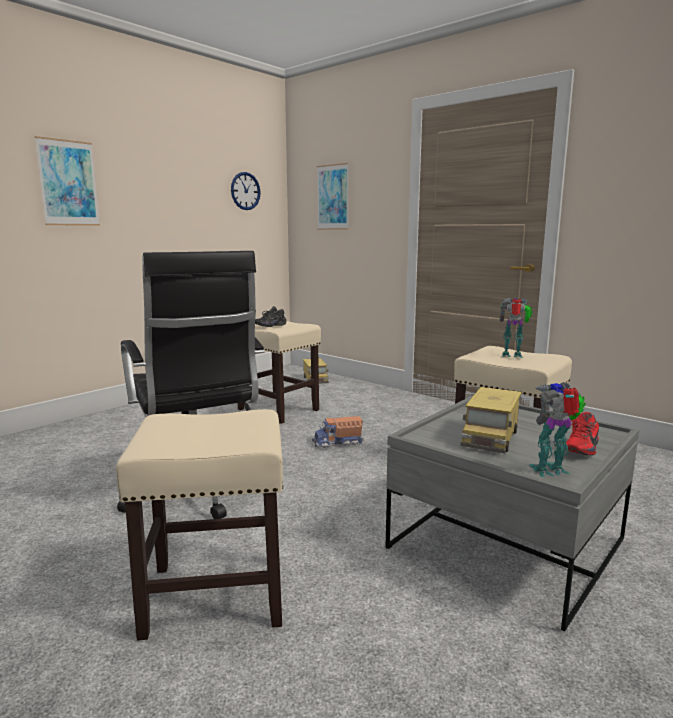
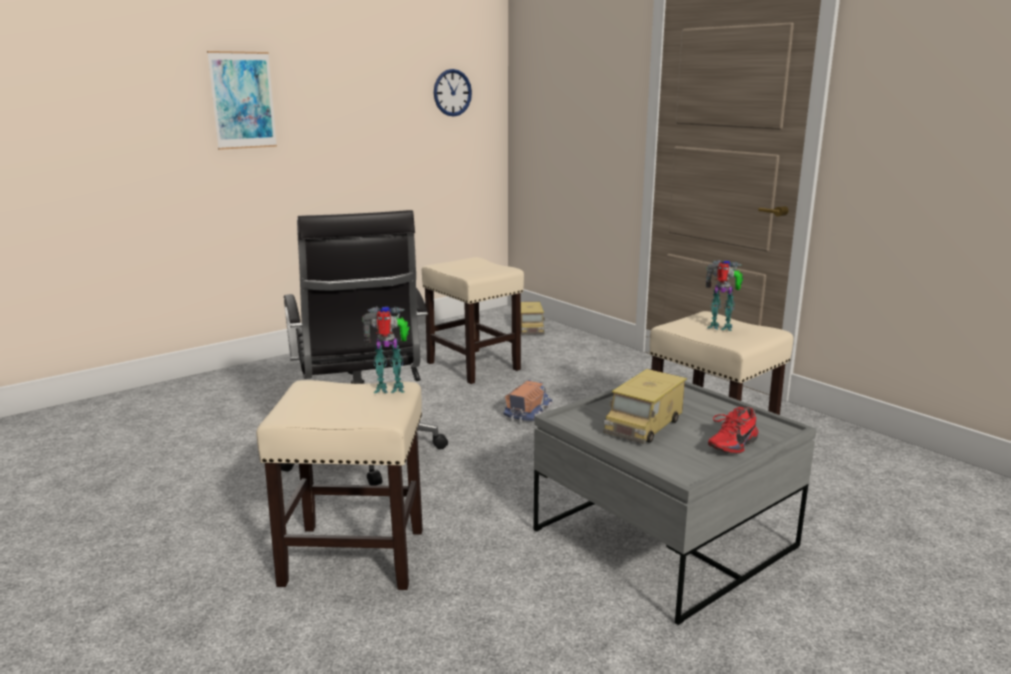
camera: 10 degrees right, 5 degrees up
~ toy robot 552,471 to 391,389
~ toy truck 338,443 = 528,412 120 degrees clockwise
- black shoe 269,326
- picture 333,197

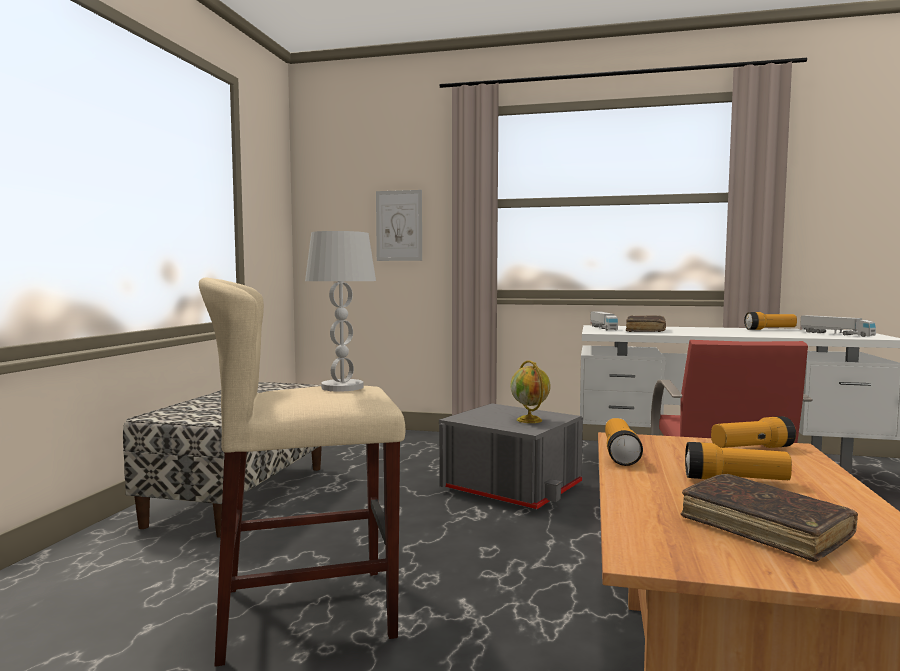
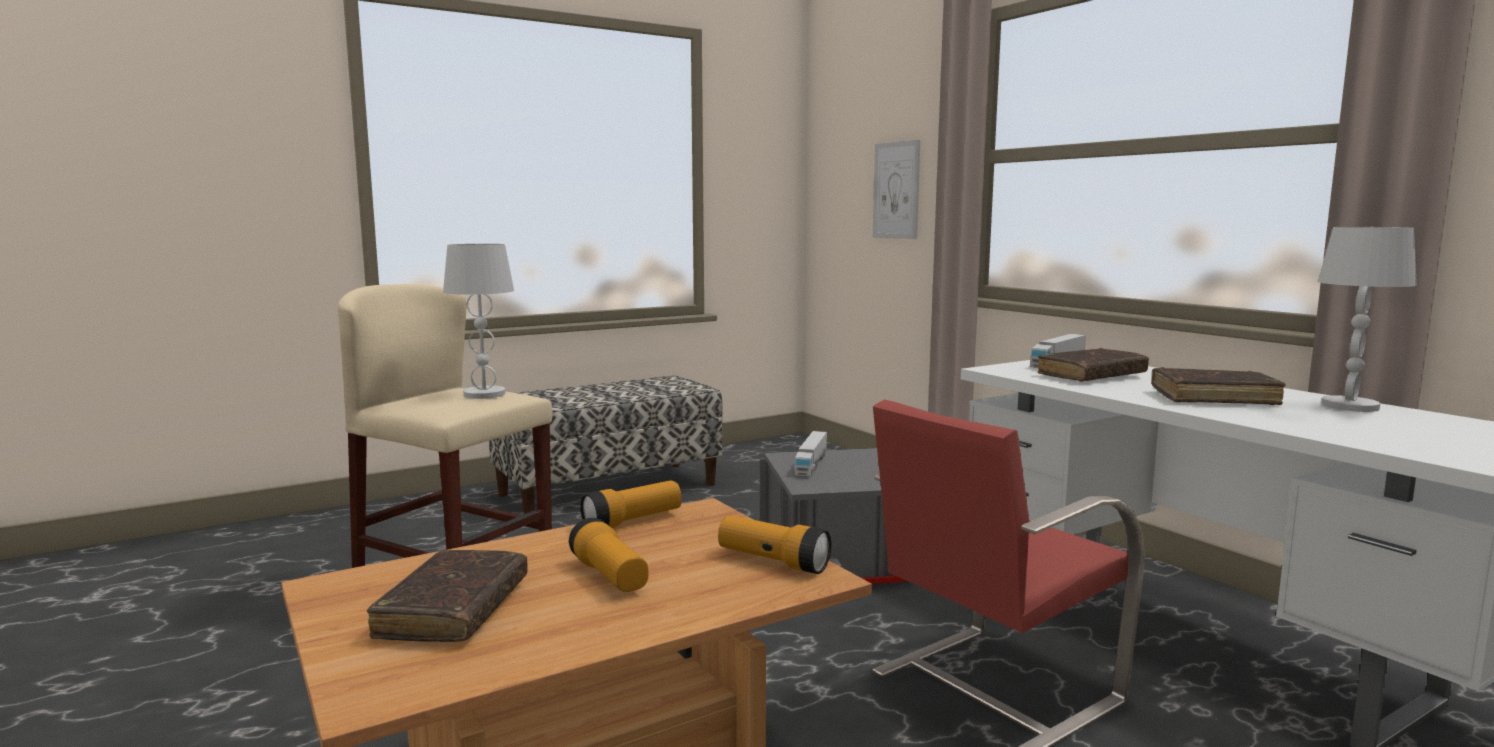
camera: 45 degrees right, 5 degrees up
~ toy truck 835,334 to 811,464
+ brown book 1213,398
~ flashlight 770,329 to white table lamp 1350,406
- globe 530,420

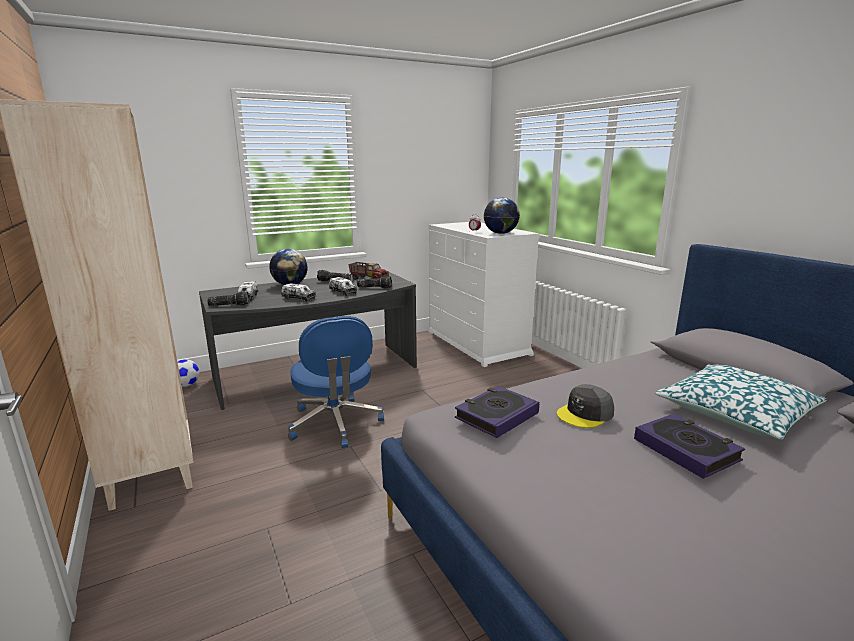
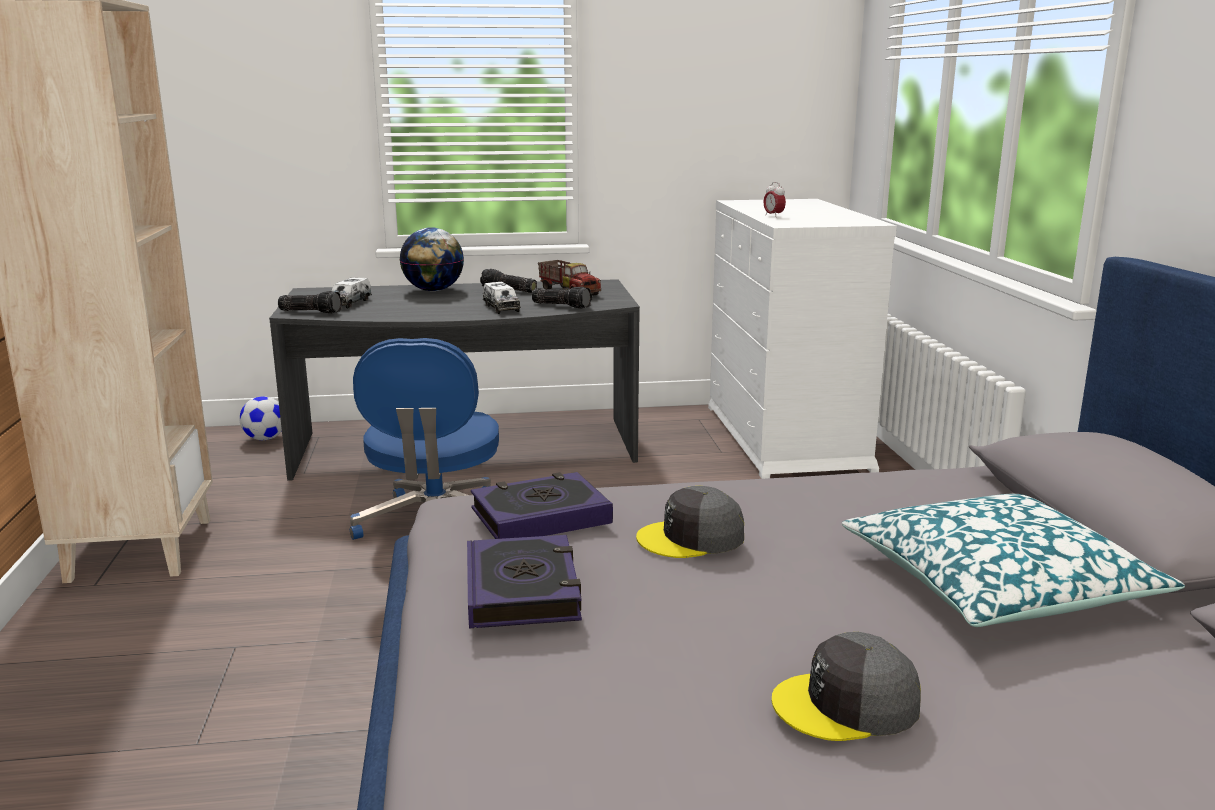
camera: 20 degrees right, 0 degrees up
~ book 686,450 to 522,591
+ grey cap 847,705
- toy truck 299,298
- globe 501,233

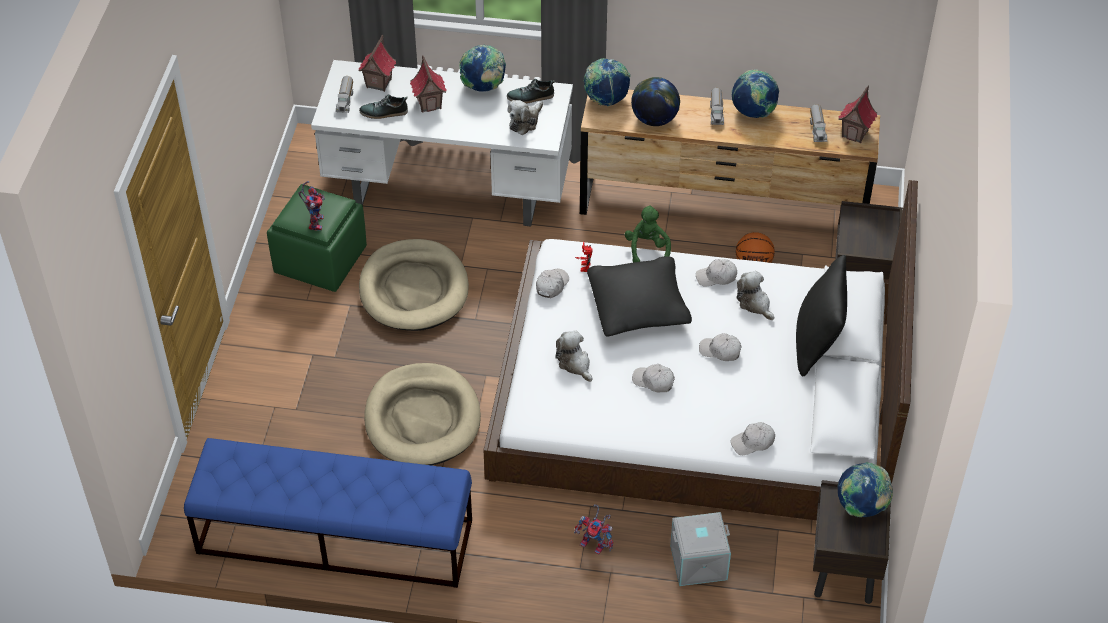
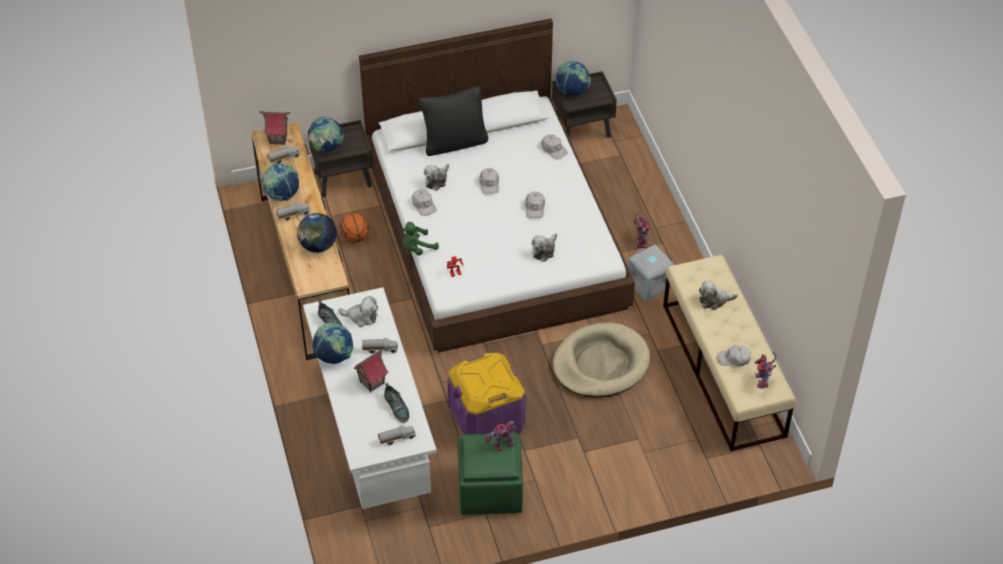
camera: 115 degrees left, 0 degrees up
~ globe 606,100 to 326,148
+ toy truck 380,349
~ beige dog bed 414,289 to purple storage box 486,418
~ grey storage box 698,563 to 650,283
~ blue bench 334,536 to beige bench 723,370
+ plush toy 714,300
~ white cap 551,285 to 734,359
+ toy robot 763,382
- toy house 378,83
- black pillow 638,307

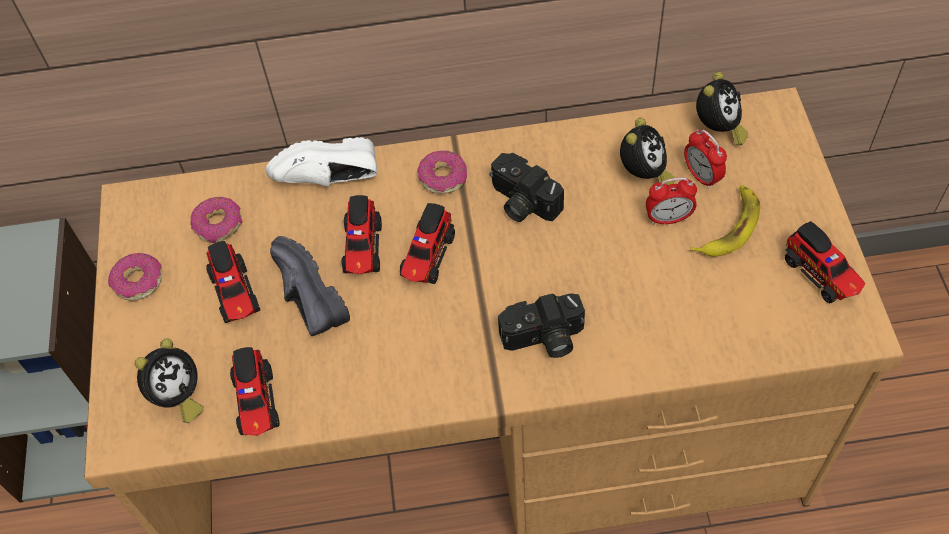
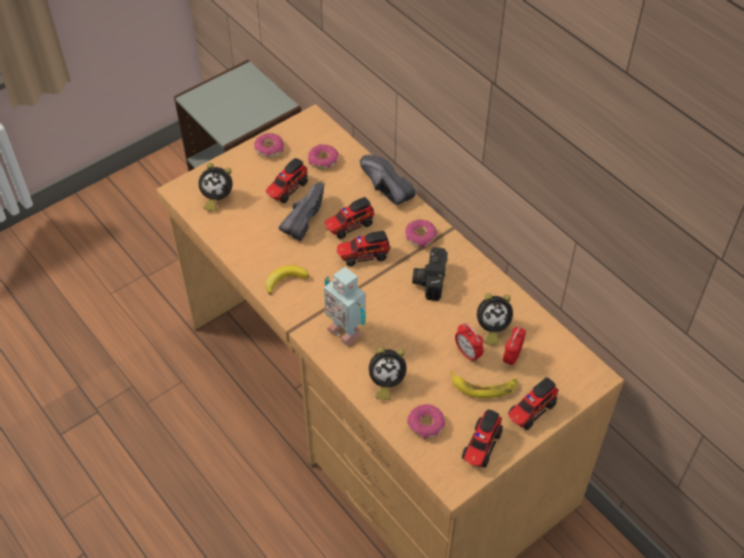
camera: 55 degrees right, 5 degrees down
+ banana 285,280
~ photo camera 543,339 to toy robot 345,330
~ white shoe 329,180 to black shoe 383,190
~ alarm clock 718,129 to 385,382
+ donut 426,425
~ toy truck 257,404 to 530,411

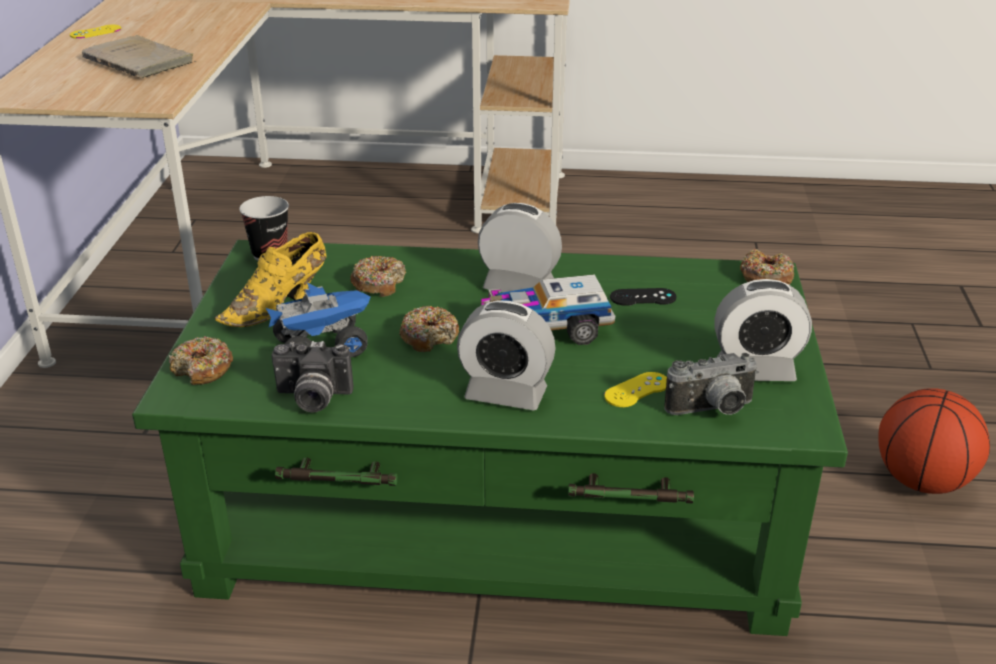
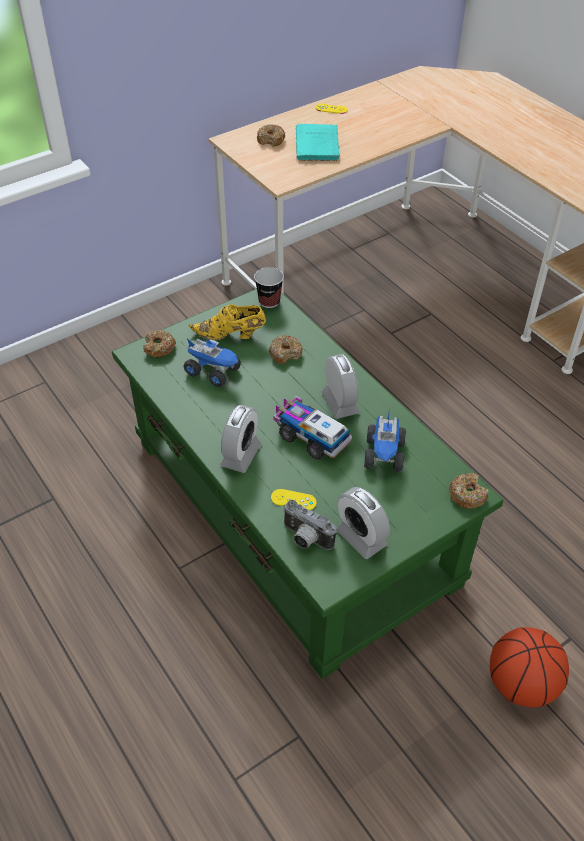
camera: 50 degrees right, 15 degrees up
~ alarm clock 505,394 = 241,455 135 degrees counterclockwise
~ donut 429,337 to 271,140
~ beige book 140,62 to turquoise book 317,146
~ black game controller 643,297 to toy truck 384,455
- photo camera 312,399

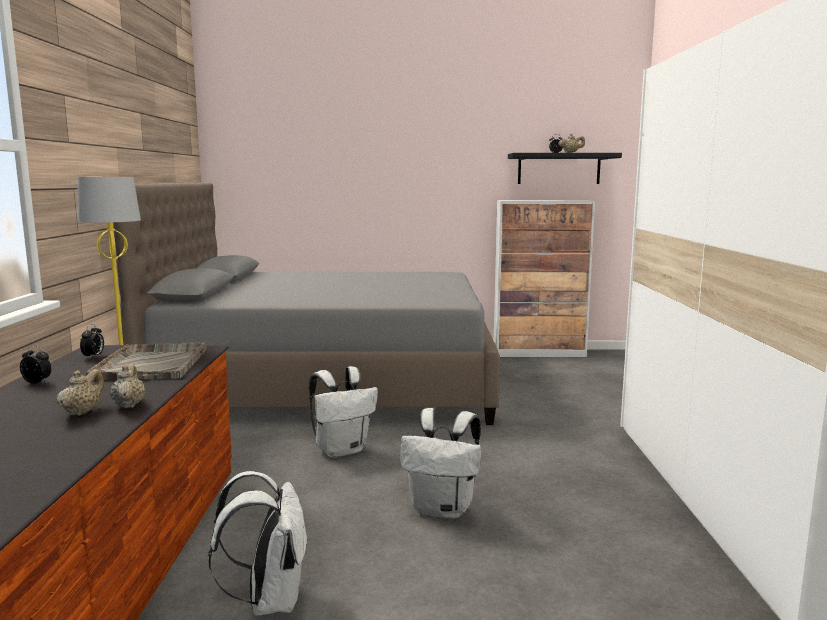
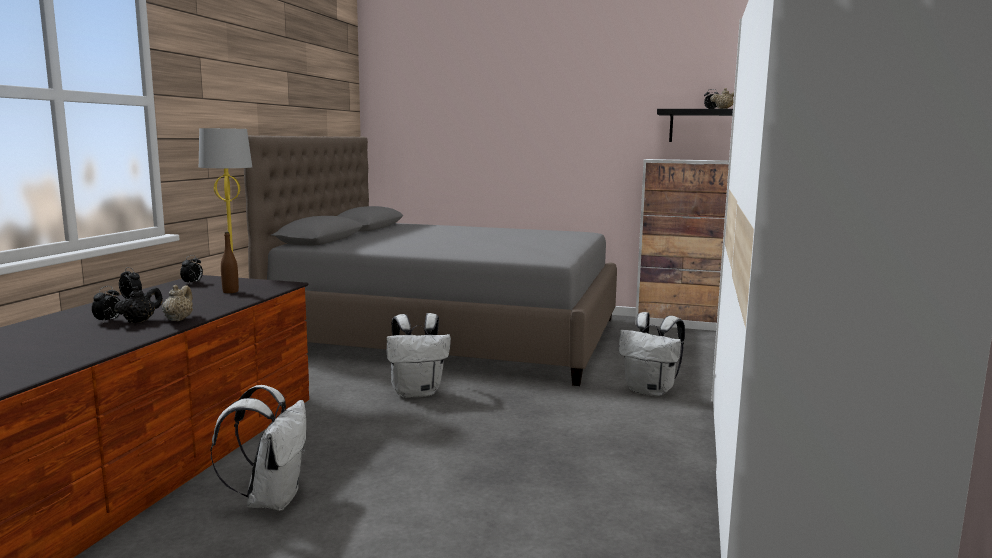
camera: 15 degrees right, 0 degrees up
+ alarm clock 108,321
~ beige teapot 82,412 to black teapot 140,321
~ grey tray 152,363 to brown bottle 230,291
~ white backpack 443,509 to 651,391

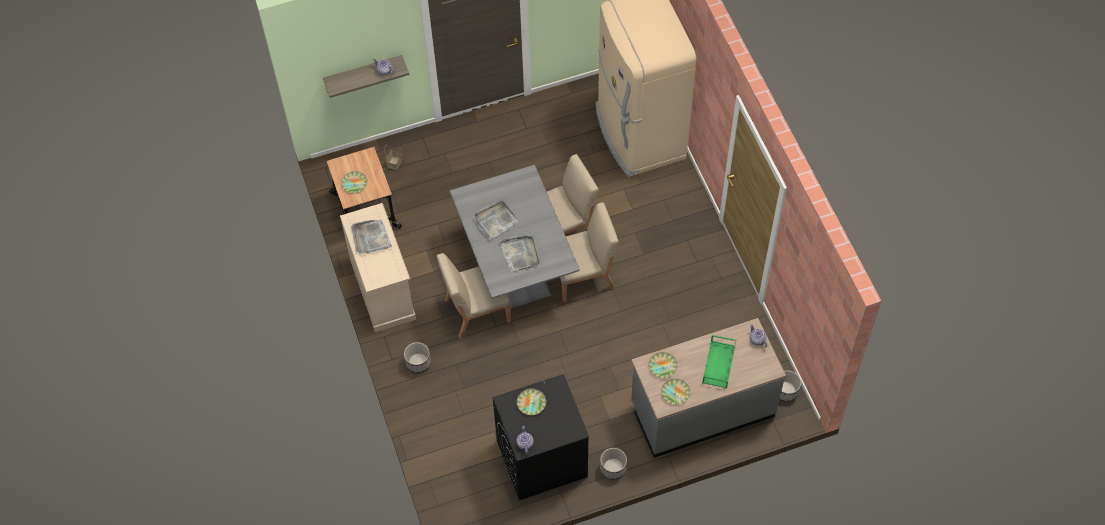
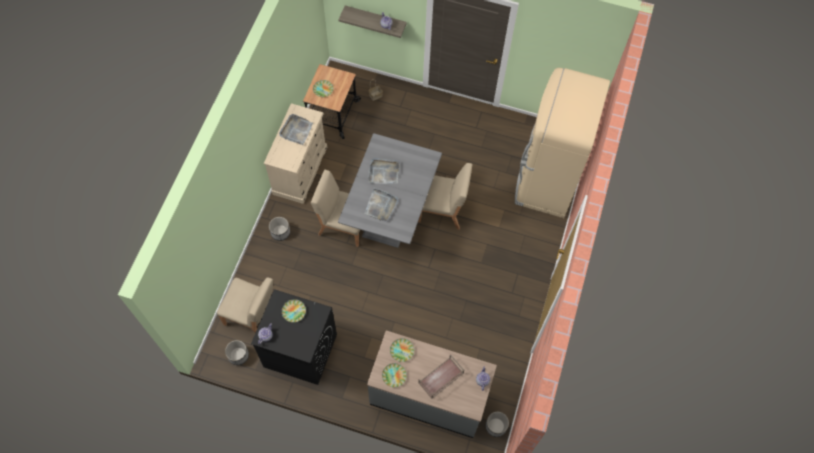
camera: 35 degrees right, 5 degrees up
~ beige chair 583,275 to 253,316
~ planter 613,468 to 238,355
~ green tray 719,365 to brown tray 440,378

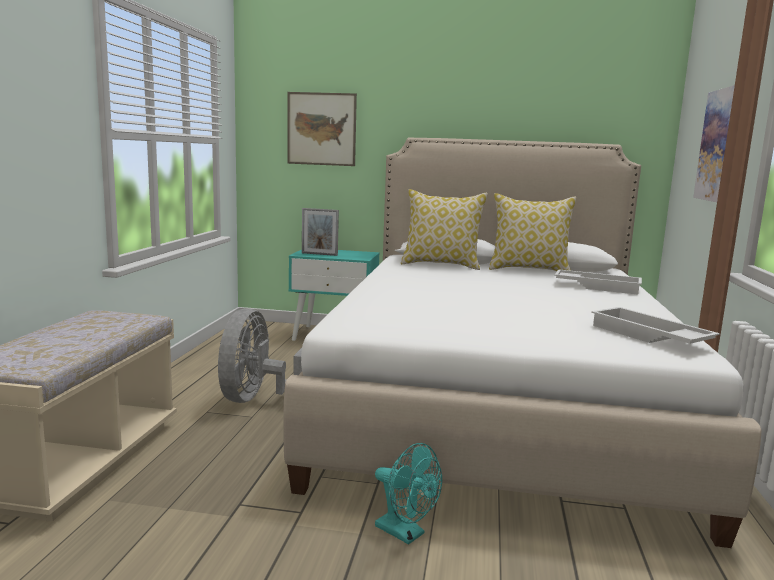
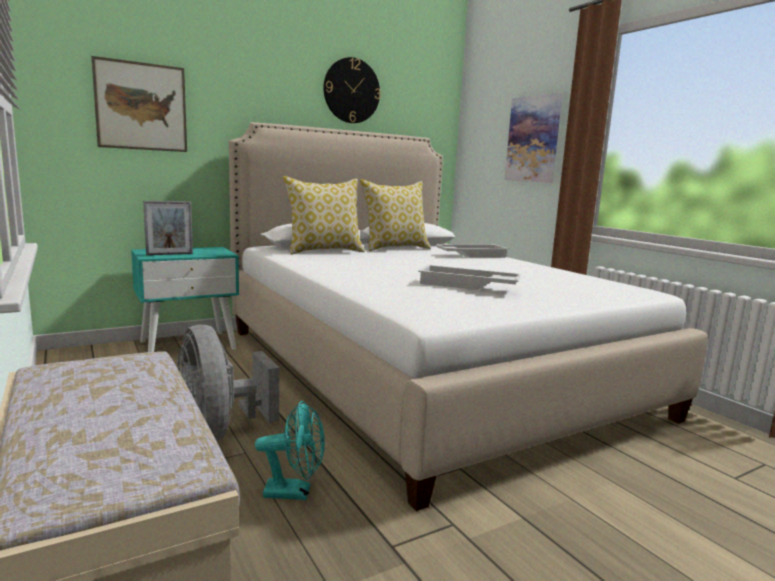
camera: 40 degrees left, 0 degrees up
~ turquoise fan 406,533 to 295,492
+ wall clock 351,91
~ white tray 648,336 to 467,285

